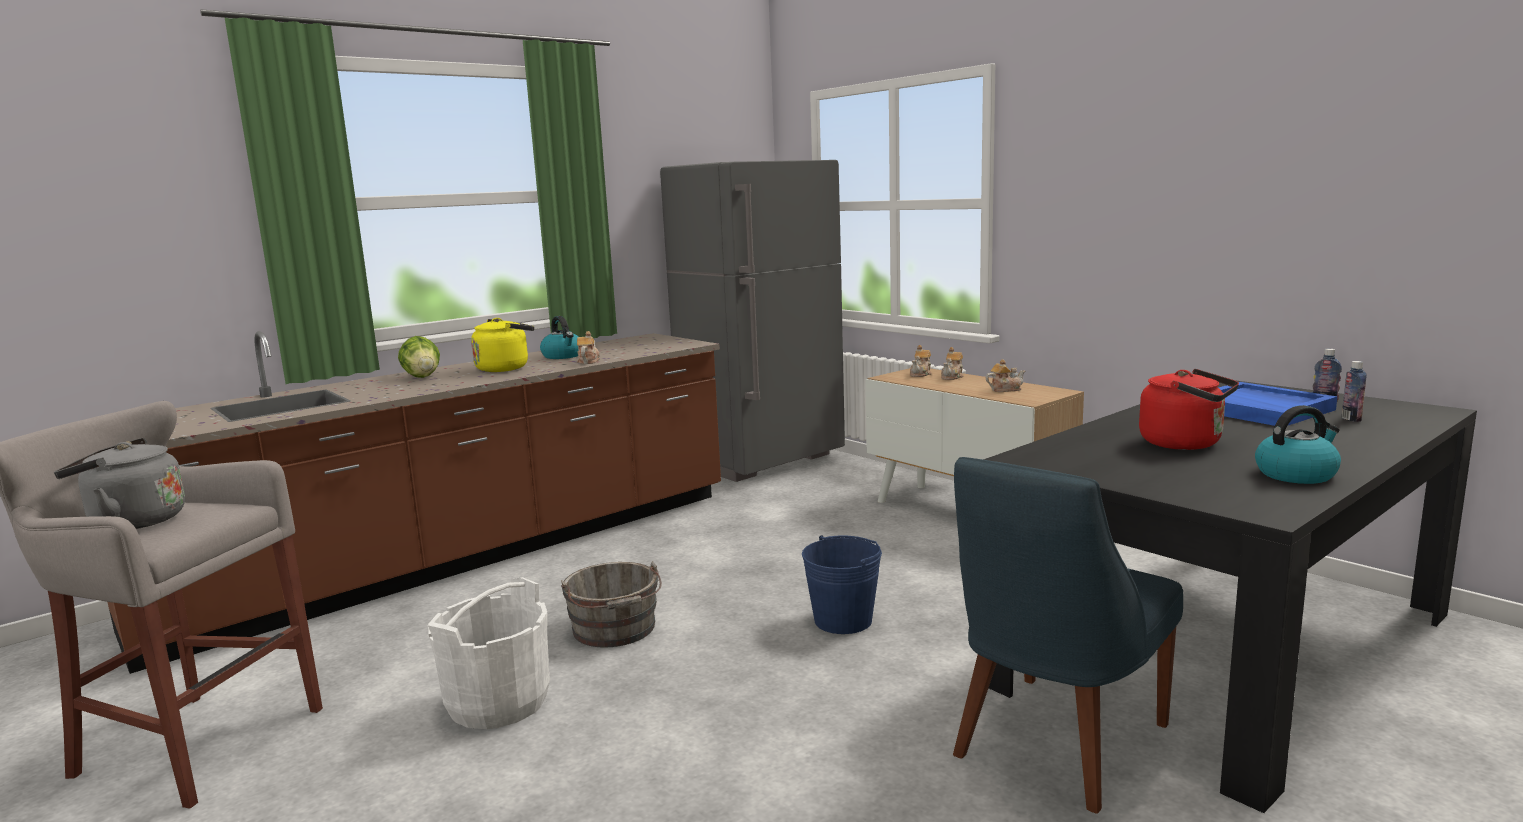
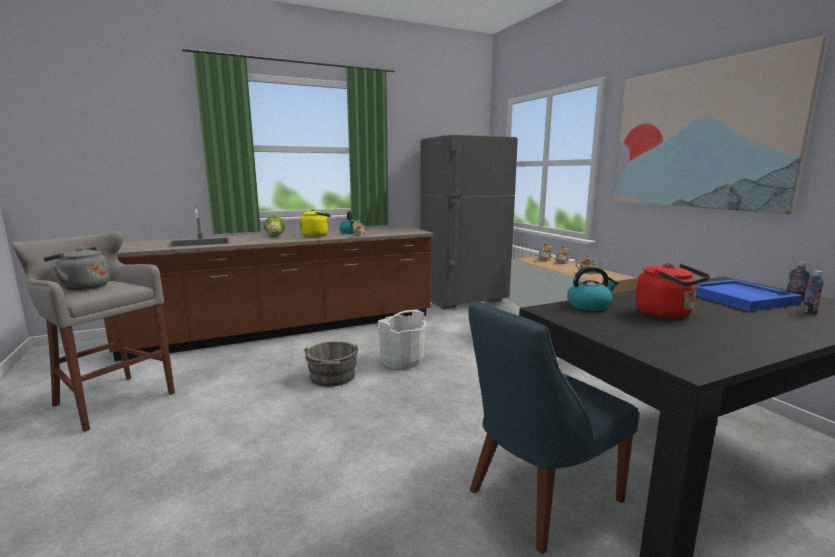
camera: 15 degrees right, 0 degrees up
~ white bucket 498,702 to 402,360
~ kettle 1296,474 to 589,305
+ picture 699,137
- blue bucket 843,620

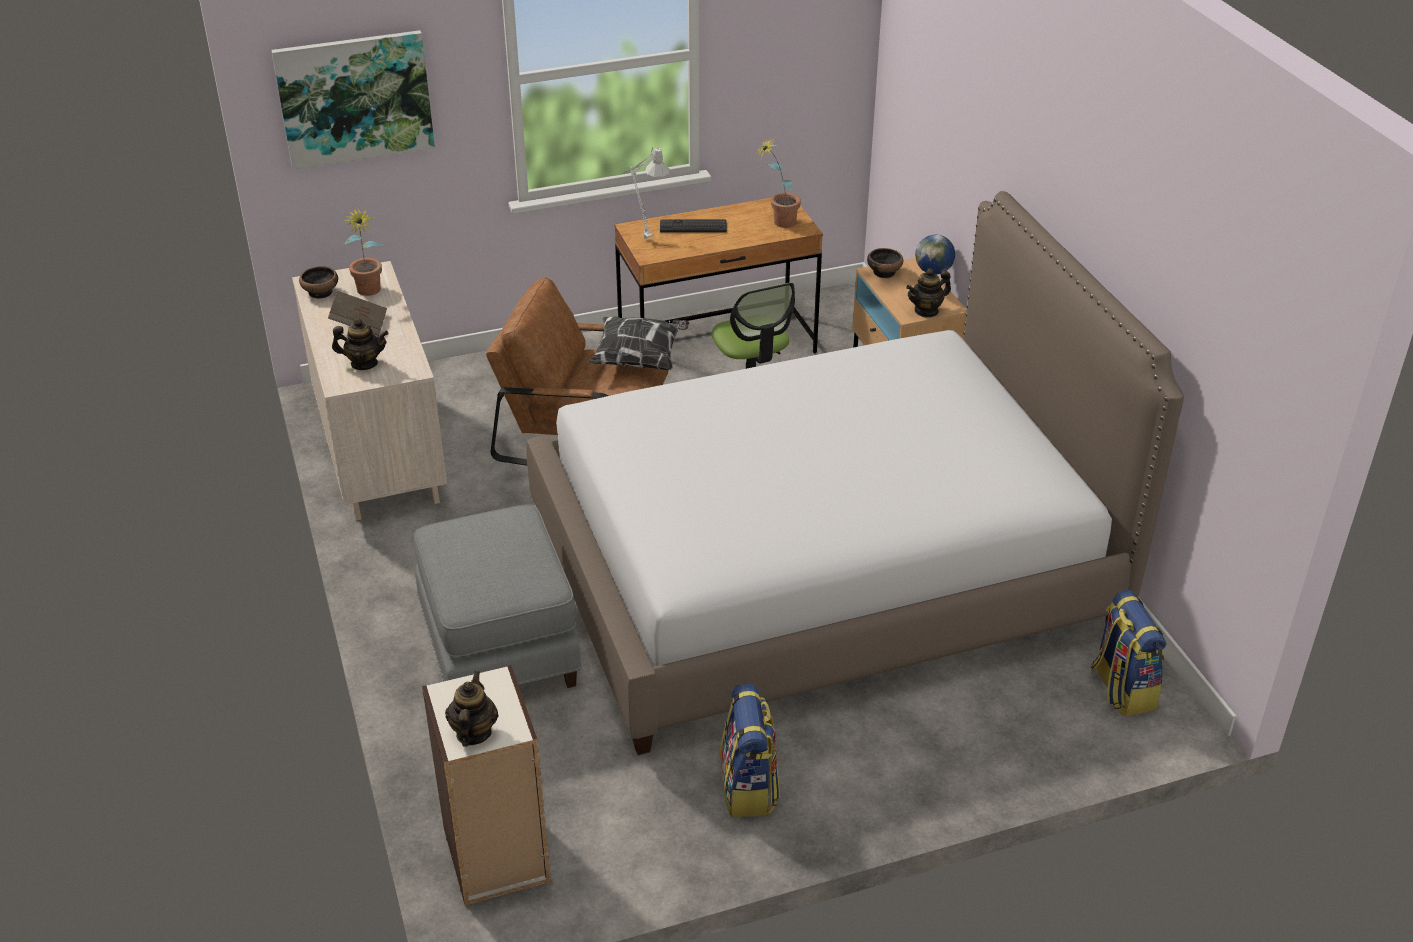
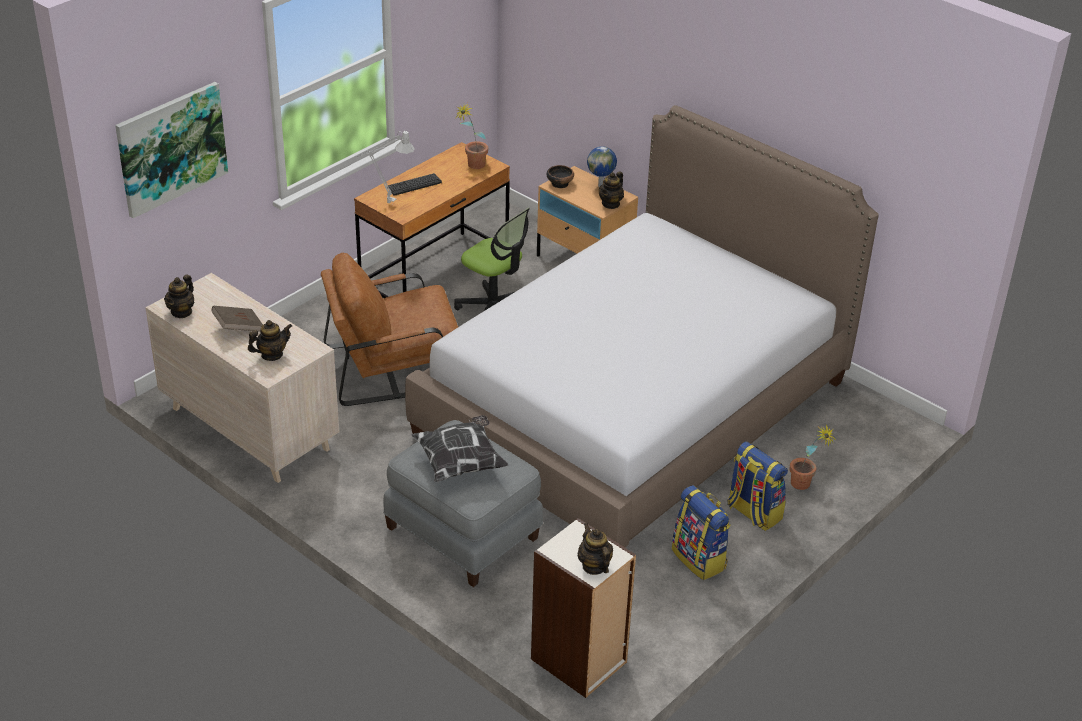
camera: 30 degrees left, 0 degrees up
~ bowl 321,292 to teapot 181,312
~ pillow 640,359 to 460,462
~ backpack 1121,689 to 753,513
~ potted plant 369,293 to 805,486

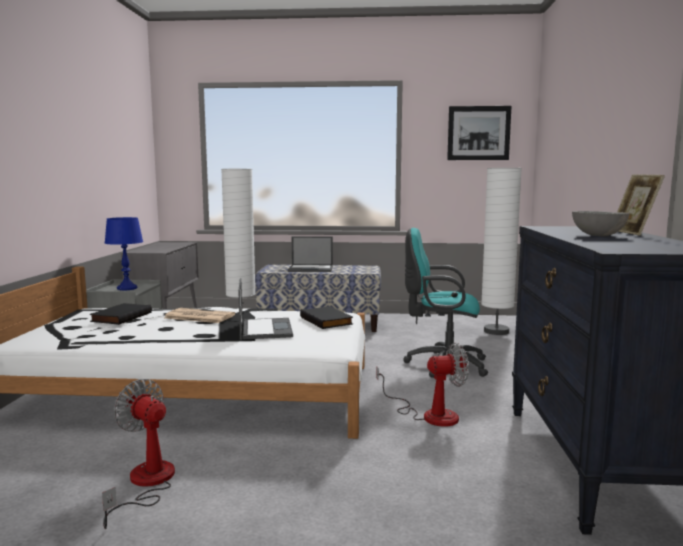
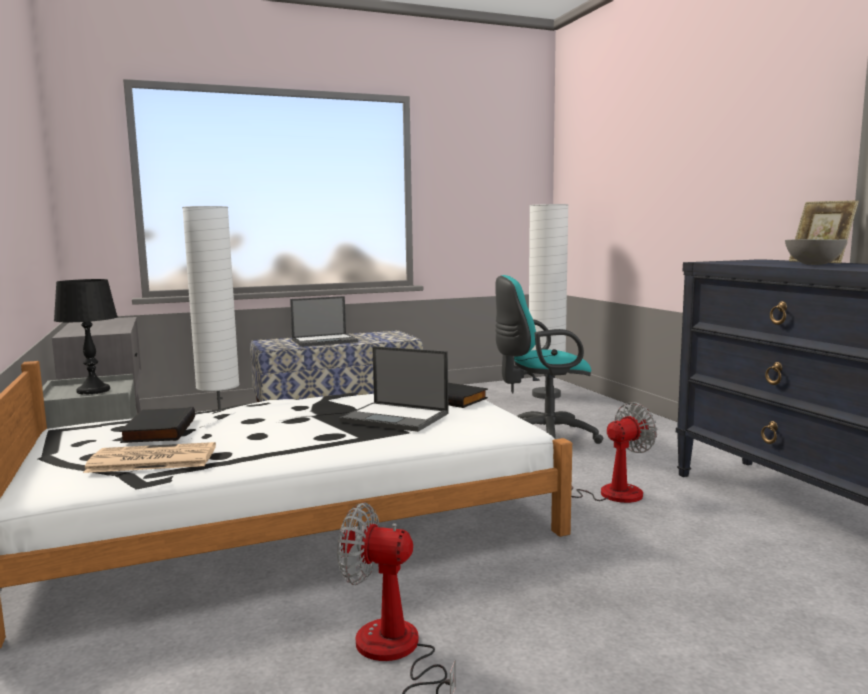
camera: 25 degrees left, 0 degrees up
~ blue table lamp 127,288 to black table lamp 94,390
~ newspaper 198,316 to 150,460
~ laptop 265,329 = 396,417 150 degrees clockwise
- picture 478,133

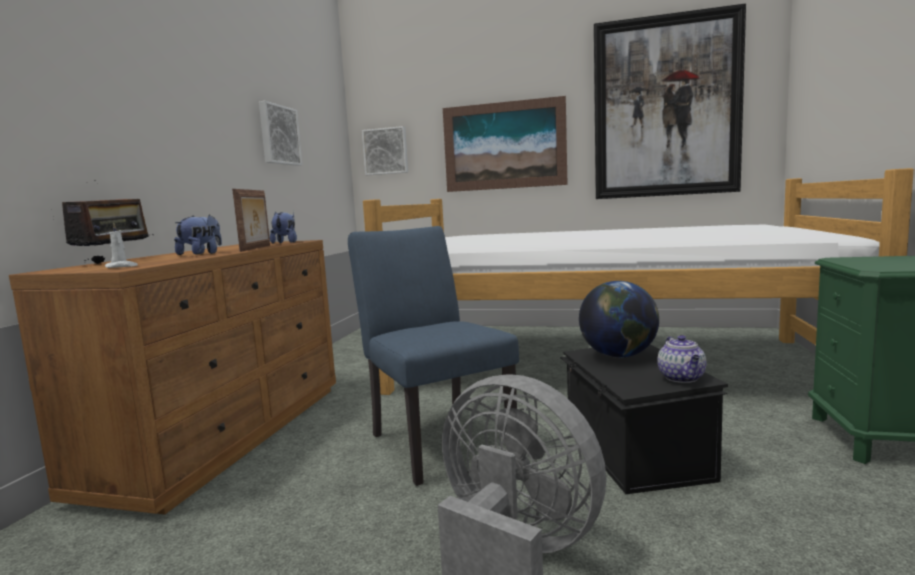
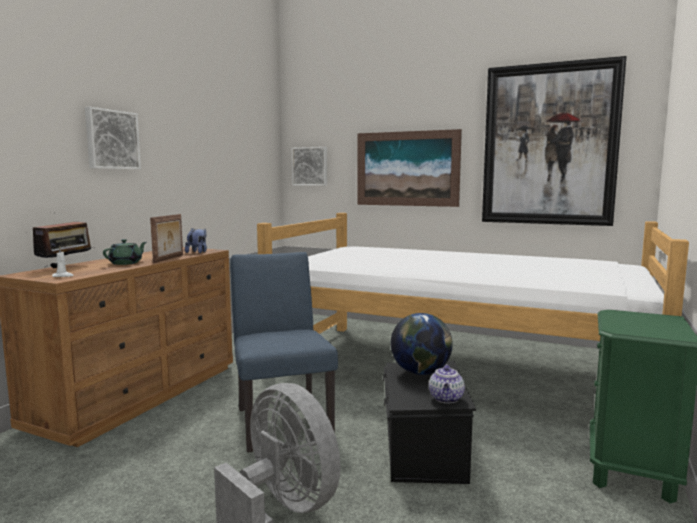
camera: 10 degrees right, 0 degrees up
~ picture 278,135 to 111,140
~ plush toy 201,254 to green teapot 126,263

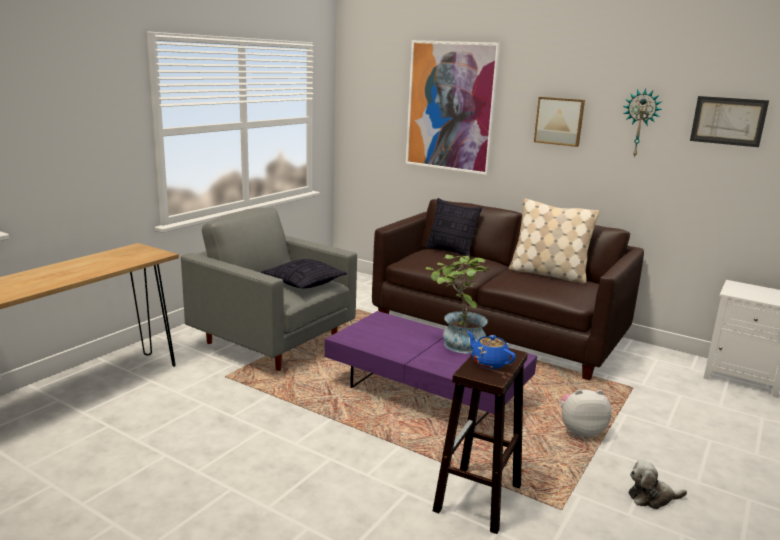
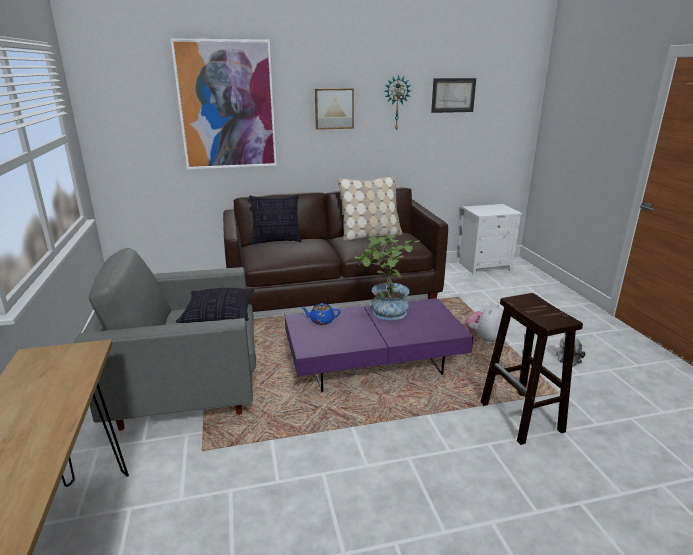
camera: 45 degrees left, 5 degrees up
~ blue teapot 489,362 to 321,321

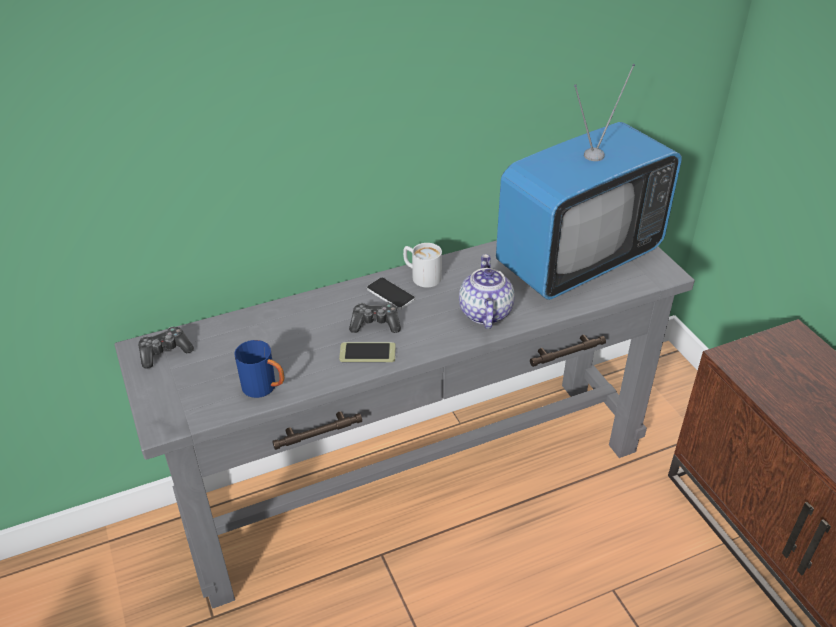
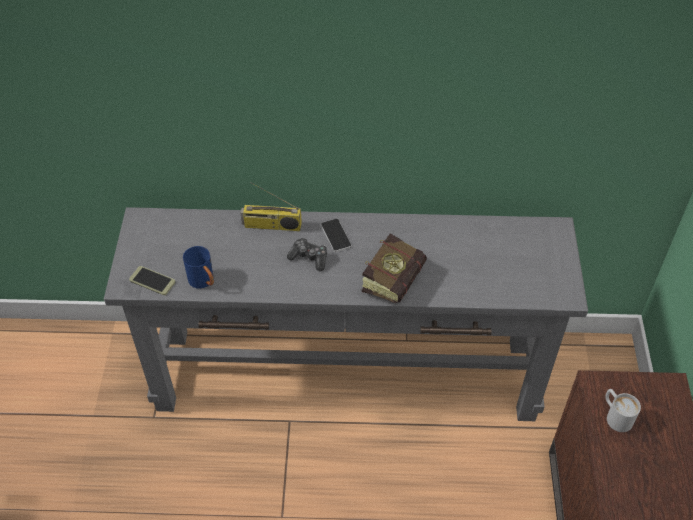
camera: 25 degrees right, 10 degrees up
~ phone 367,353 to 152,281
+ radio 271,226
~ teapot 484,312 to book 396,277
~ white mug 421,276 to 615,415
- game controller 165,352
- television 578,260

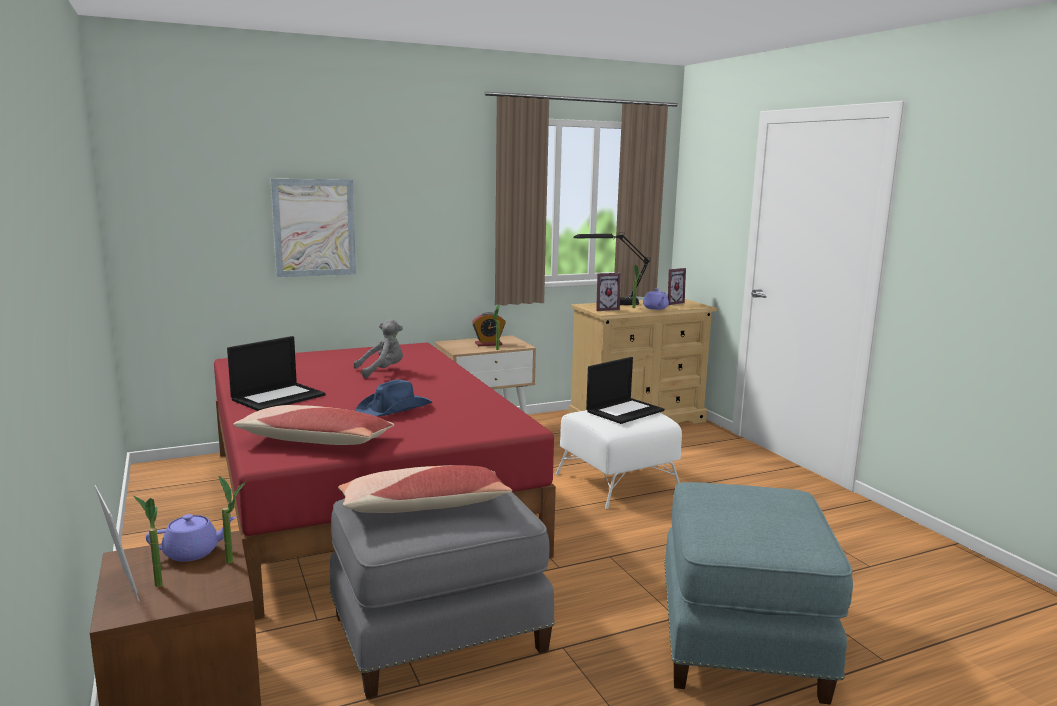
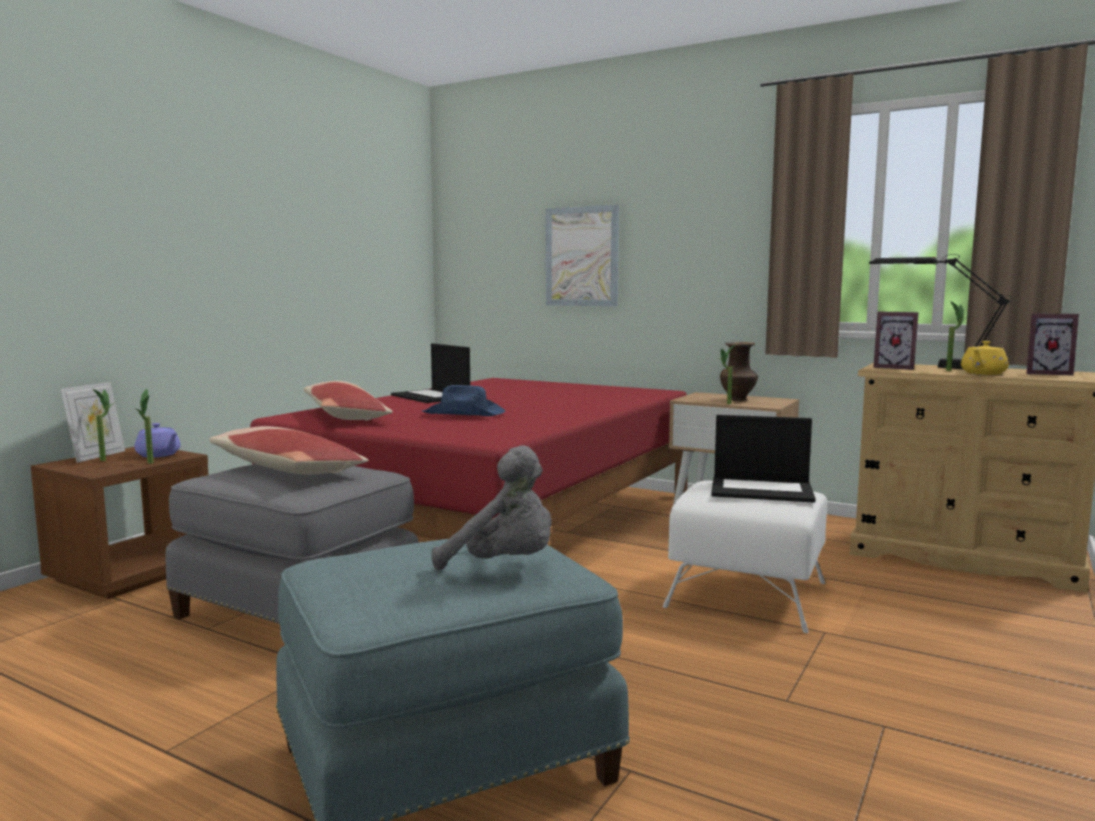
camera: 55 degrees right, 5 degrees down
~ laptop 278,397 = 431,397 45 degrees clockwise
~ grey plush toy 382,371 to 504,566
~ alarm clock 488,344 to brown vase 738,400
~ purple teapot 655,308 to yellow teapot 983,373

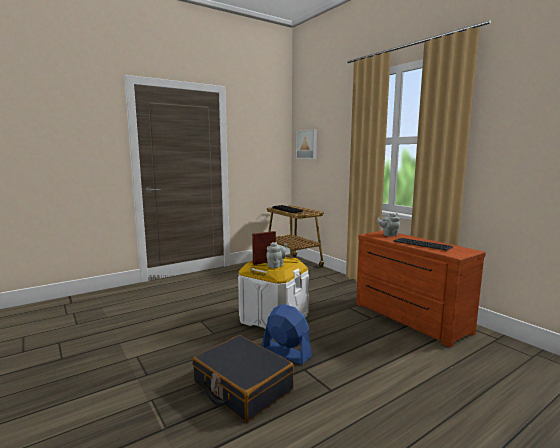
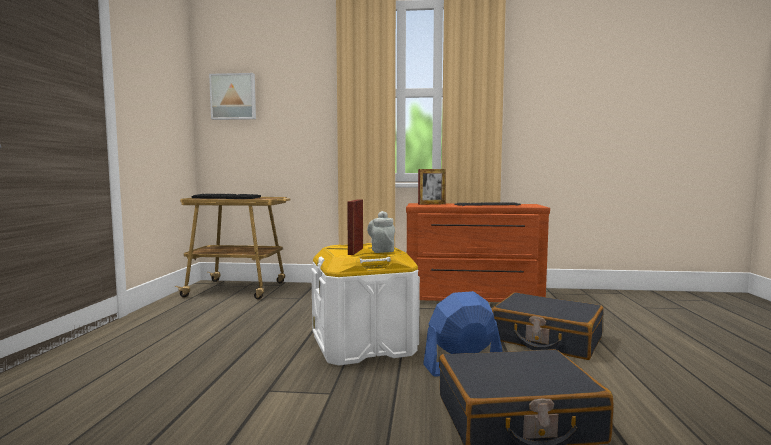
camera: 50 degrees left, 5 degrees down
~ grey teapot 388,235 to picture frame 431,204
+ black suitcase 546,339

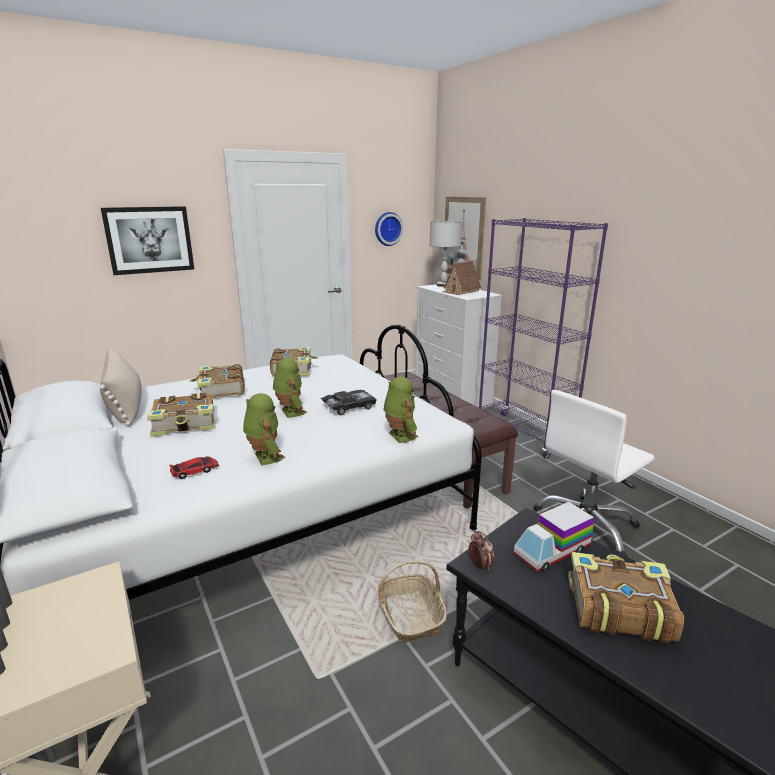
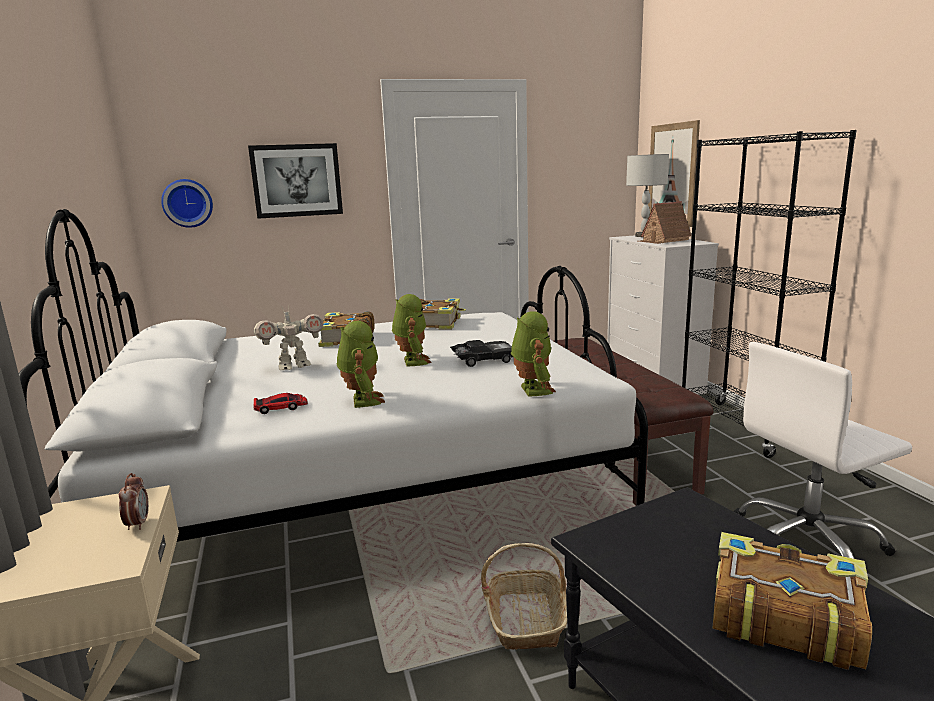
camera: 15 degrees right, 5 degrees down
~ alarm clock 480,566 to 138,524
~ wall clock 387,229 to 187,203
~ book 185,424 to toy robot 293,366
~ purple bookcase 523,435 to black bookcase 742,428
- beige pillow 126,405
- toy truck 552,551

